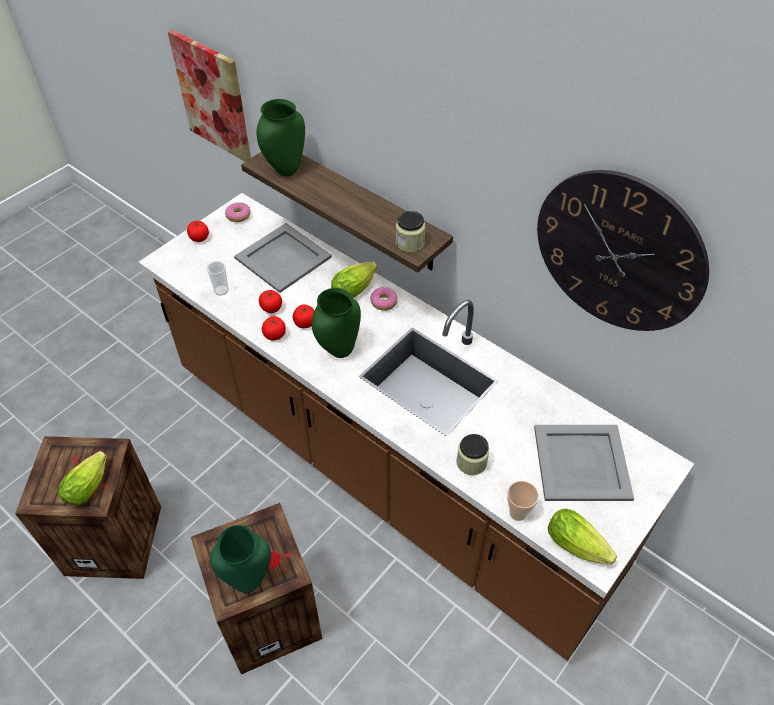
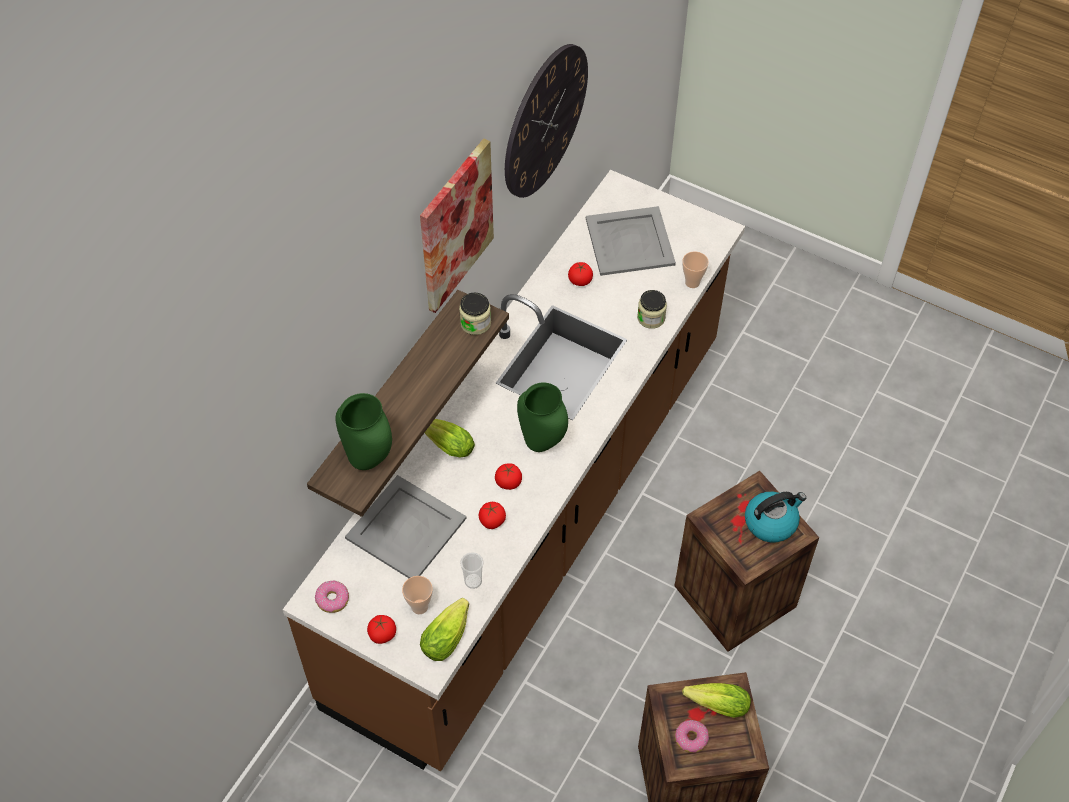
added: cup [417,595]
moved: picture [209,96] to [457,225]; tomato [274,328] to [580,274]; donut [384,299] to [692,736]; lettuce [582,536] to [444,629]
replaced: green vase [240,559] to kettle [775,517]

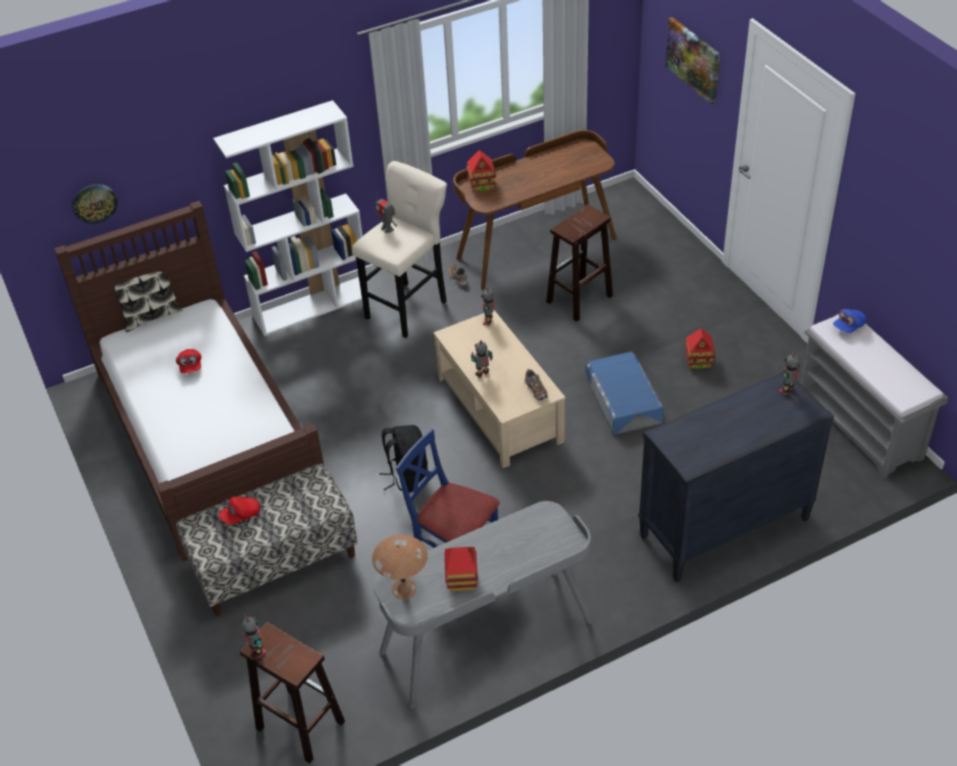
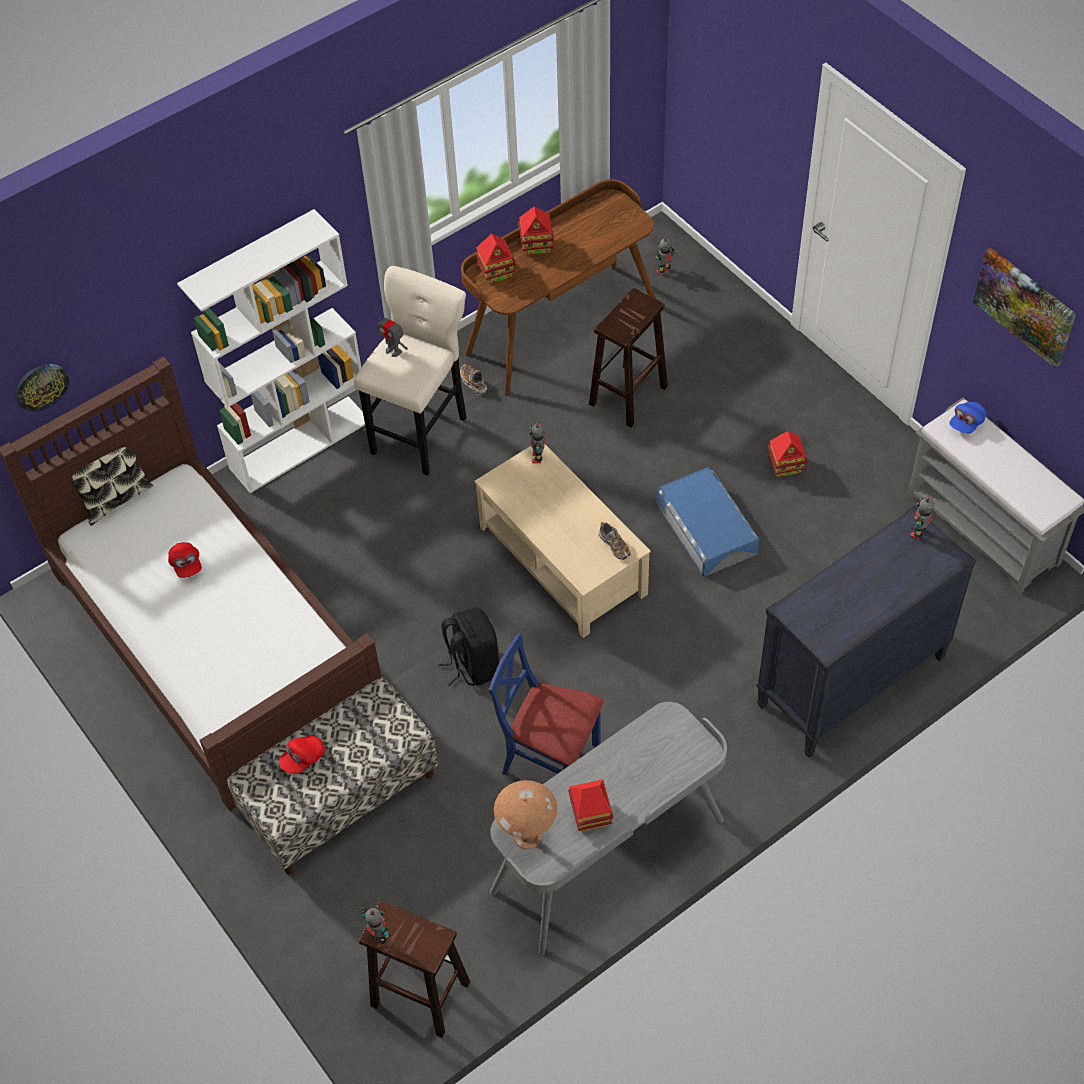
added: toy house [536,230]
moved: toy robot [482,359] to [665,256]; picture [692,60] to [1024,308]

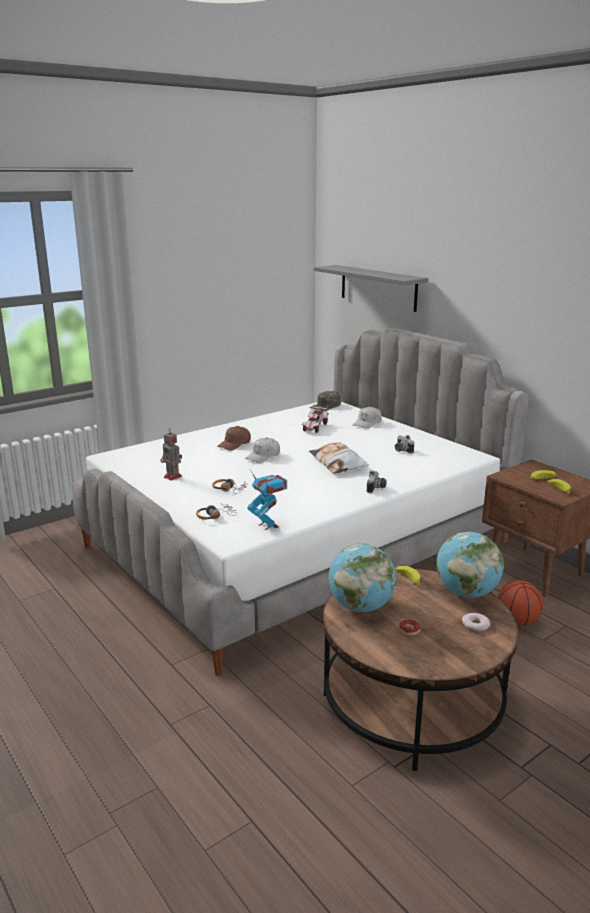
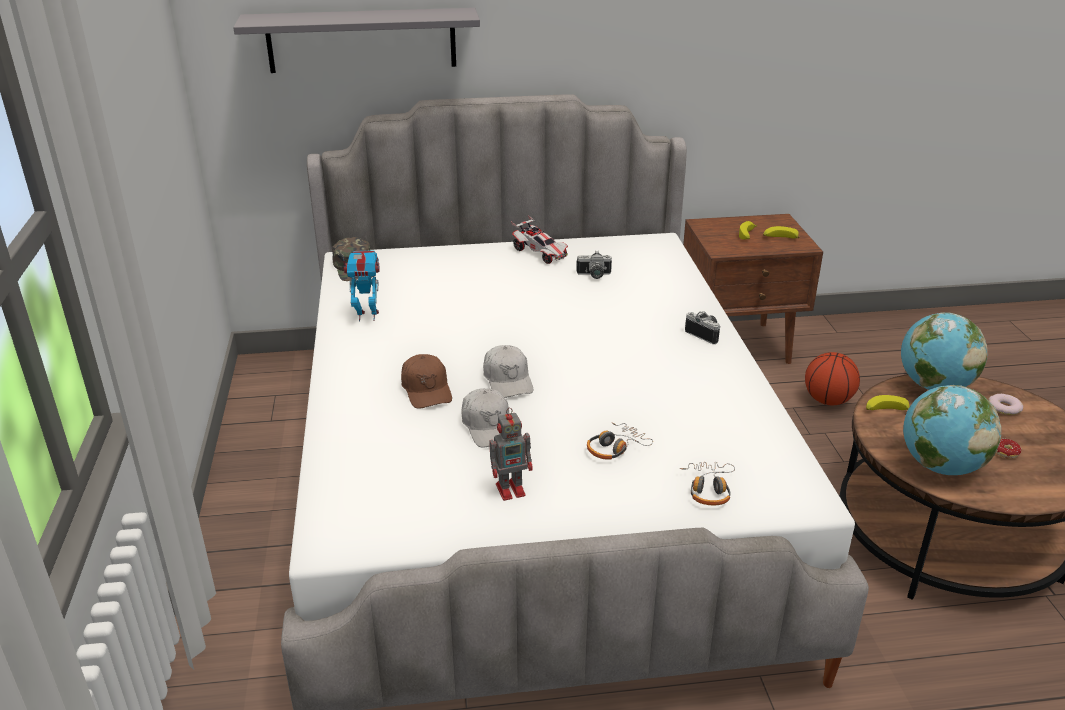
removed: pillow [339,458]
moved: toy robot [267,500] to [361,286]; toy car [315,419] to [539,239]; white cap [367,417] to [485,417]

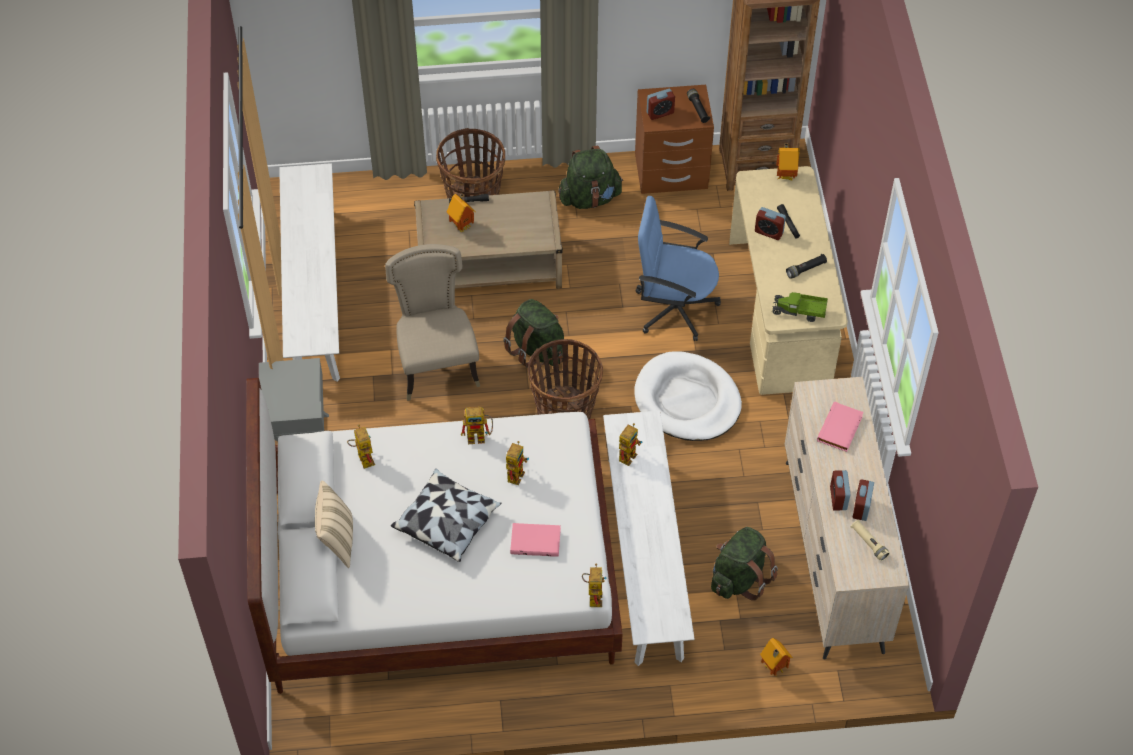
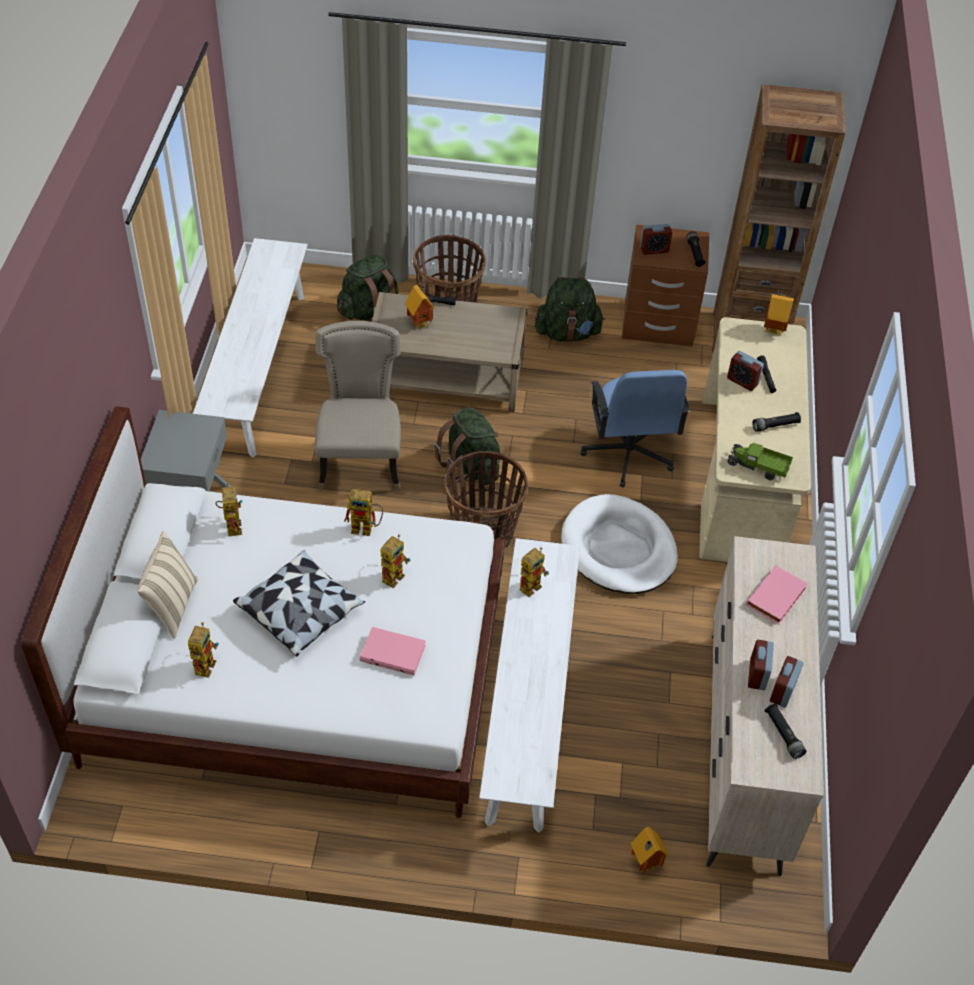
moved: toy robot [594,585] to [203,650]; green backpack [744,564] to [368,288]
recoloured: beige flashlight [870,540] to black flashlight [785,731]
turned: blue office chair [678,268] = [635,429] 120 degrees counterclockwise

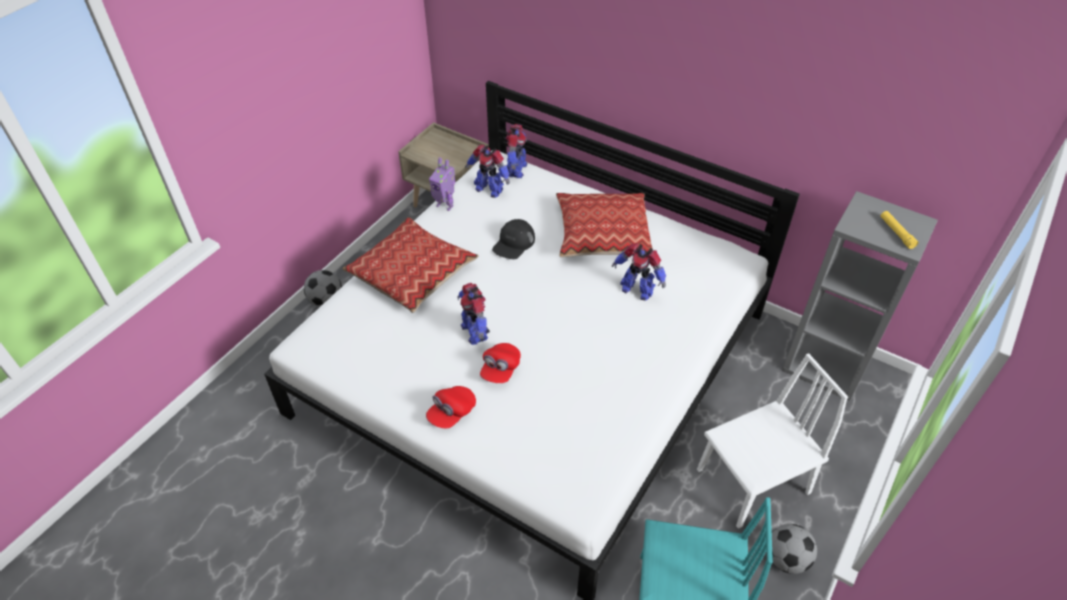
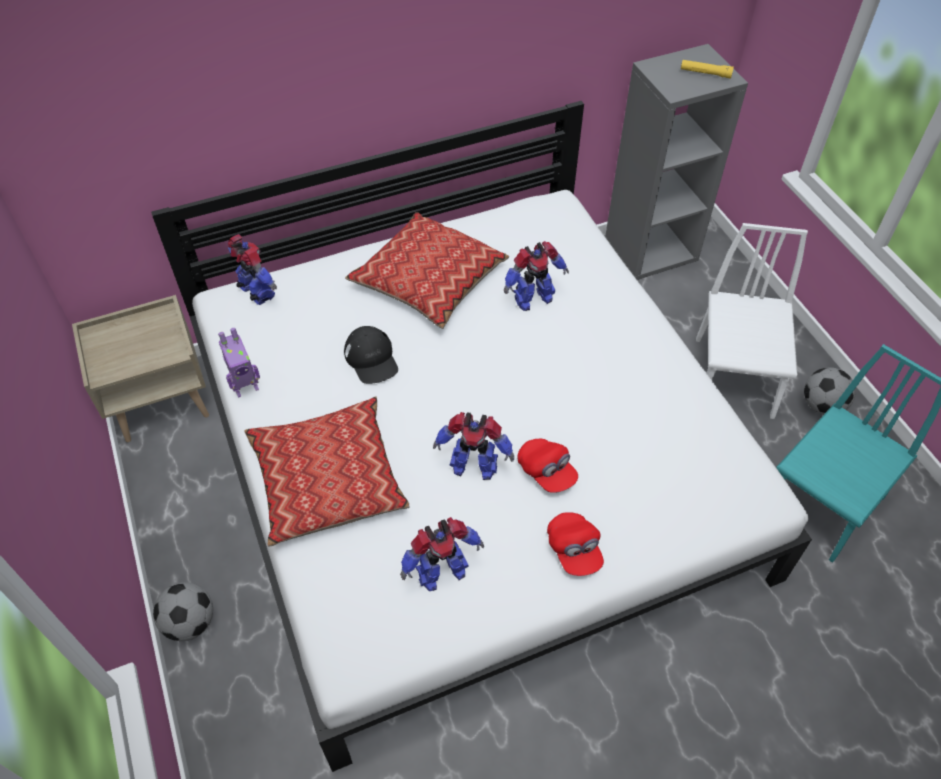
moved: toy robot [487,171] to [442,554]

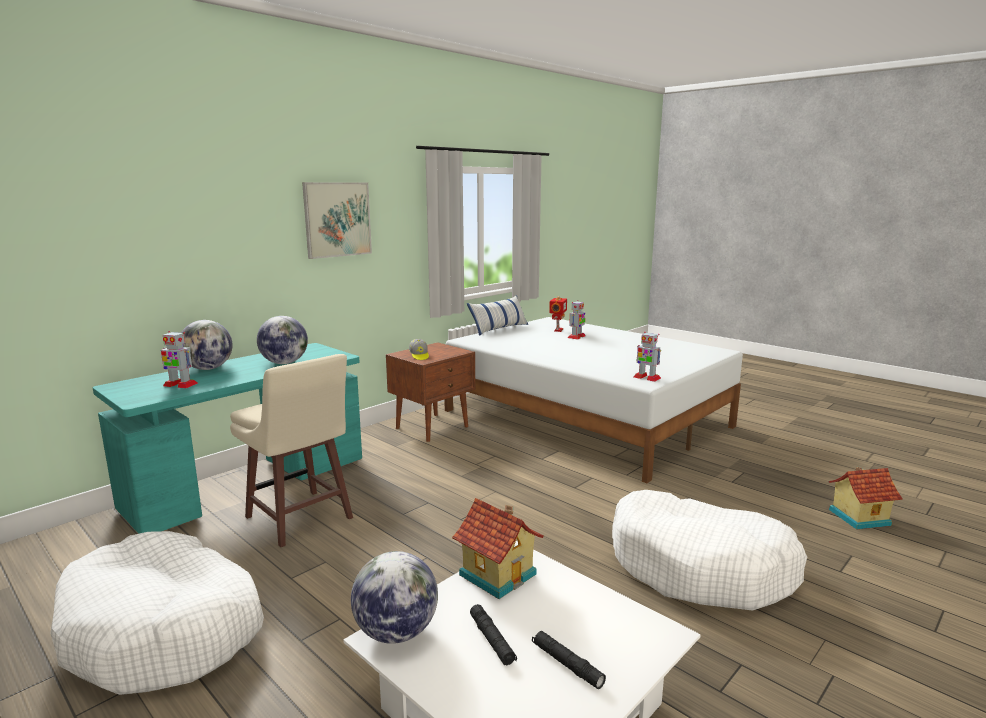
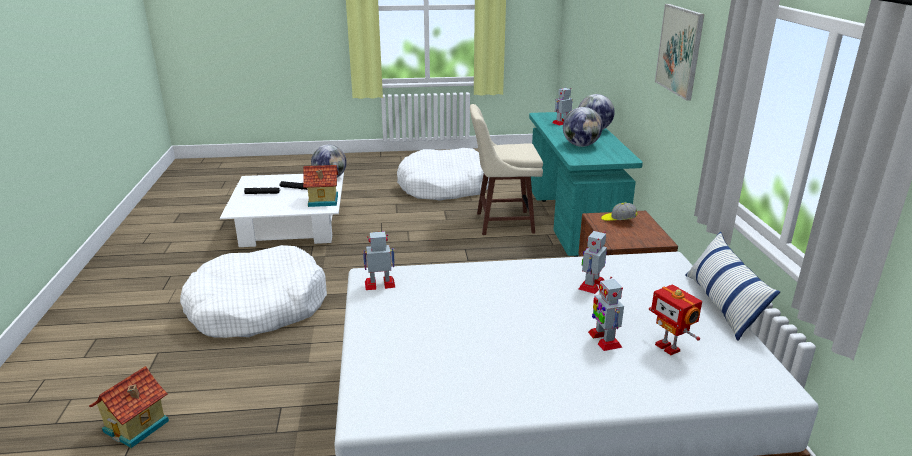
added: toy robot [593,262]

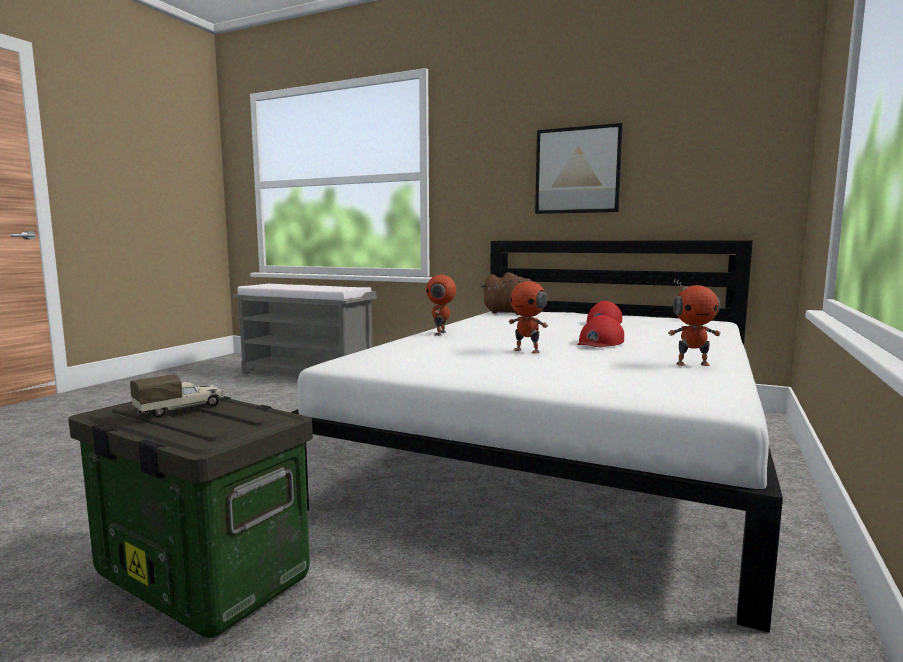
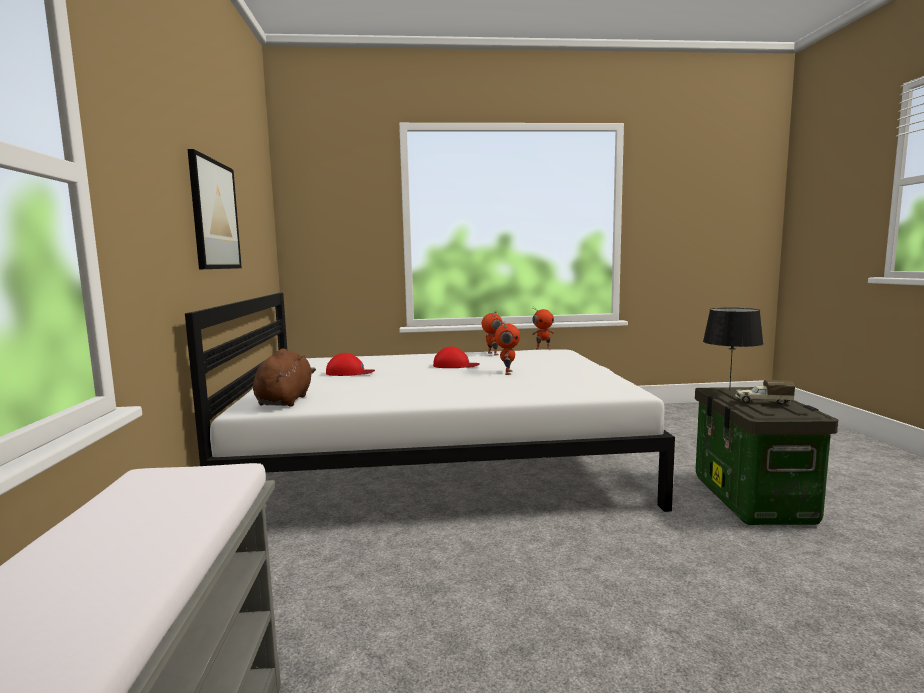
added: black table lamp [733,349]
moved: toy robot [441,303] to [543,328]

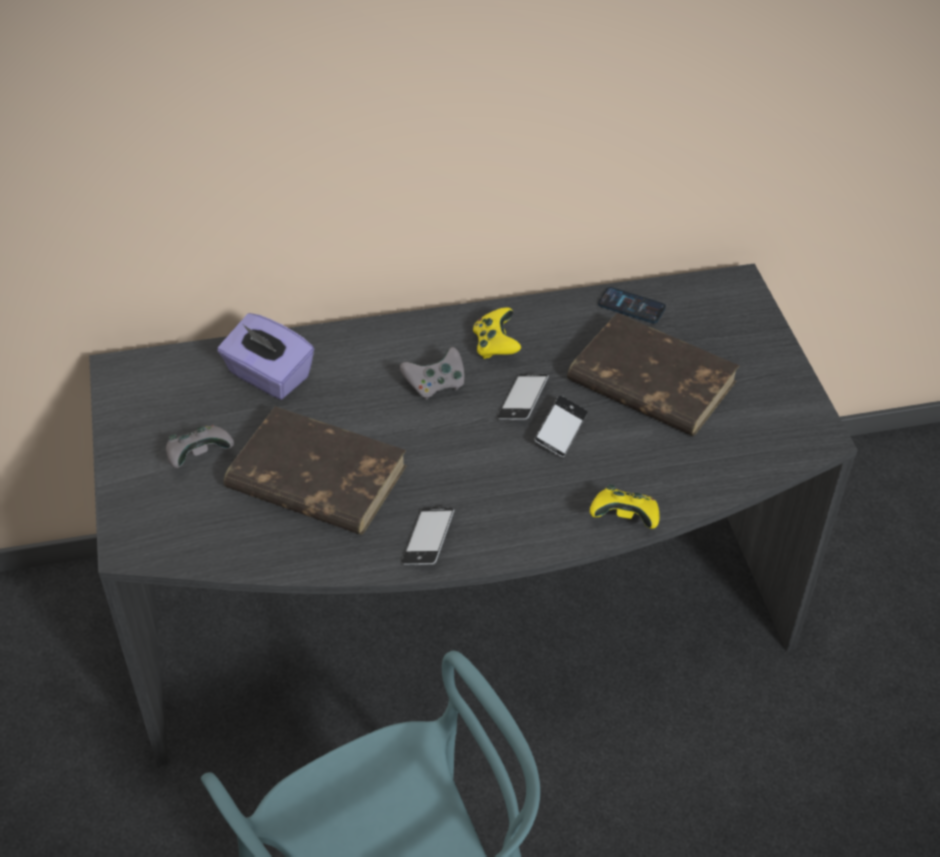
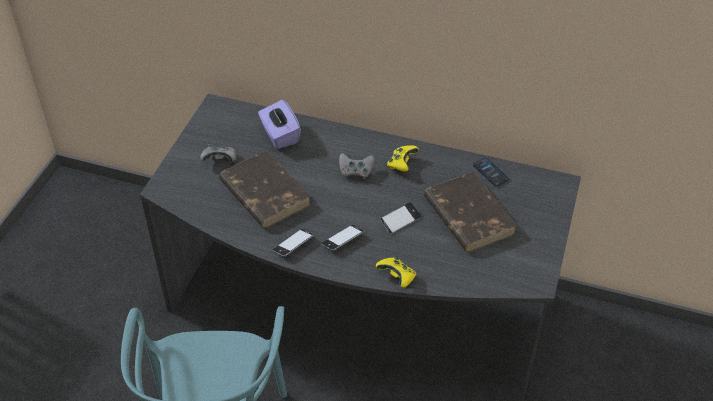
moved: phone [523,397] to [342,238]

